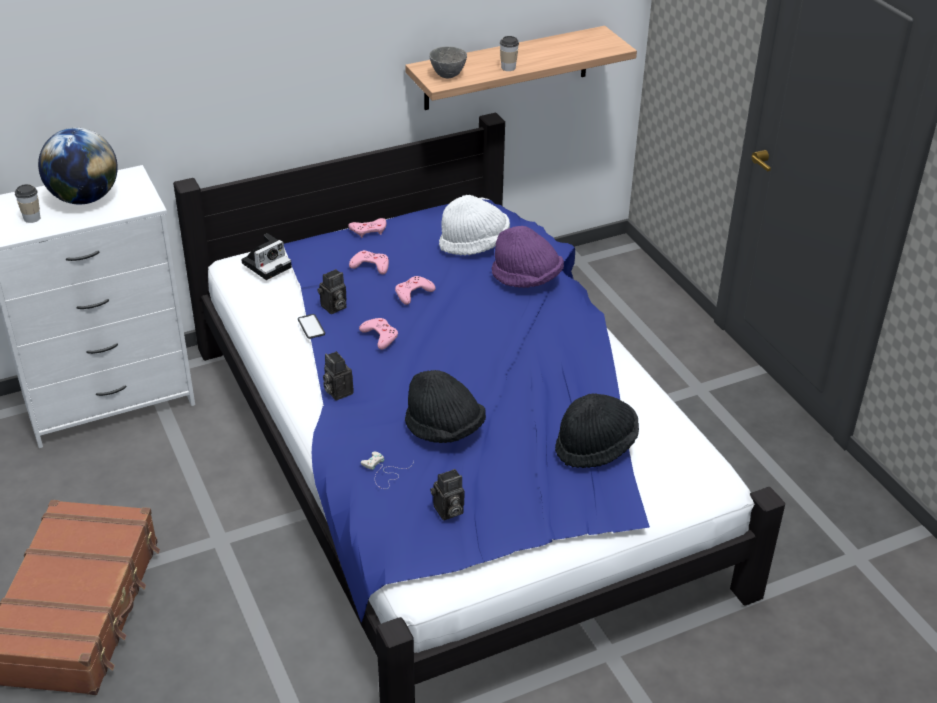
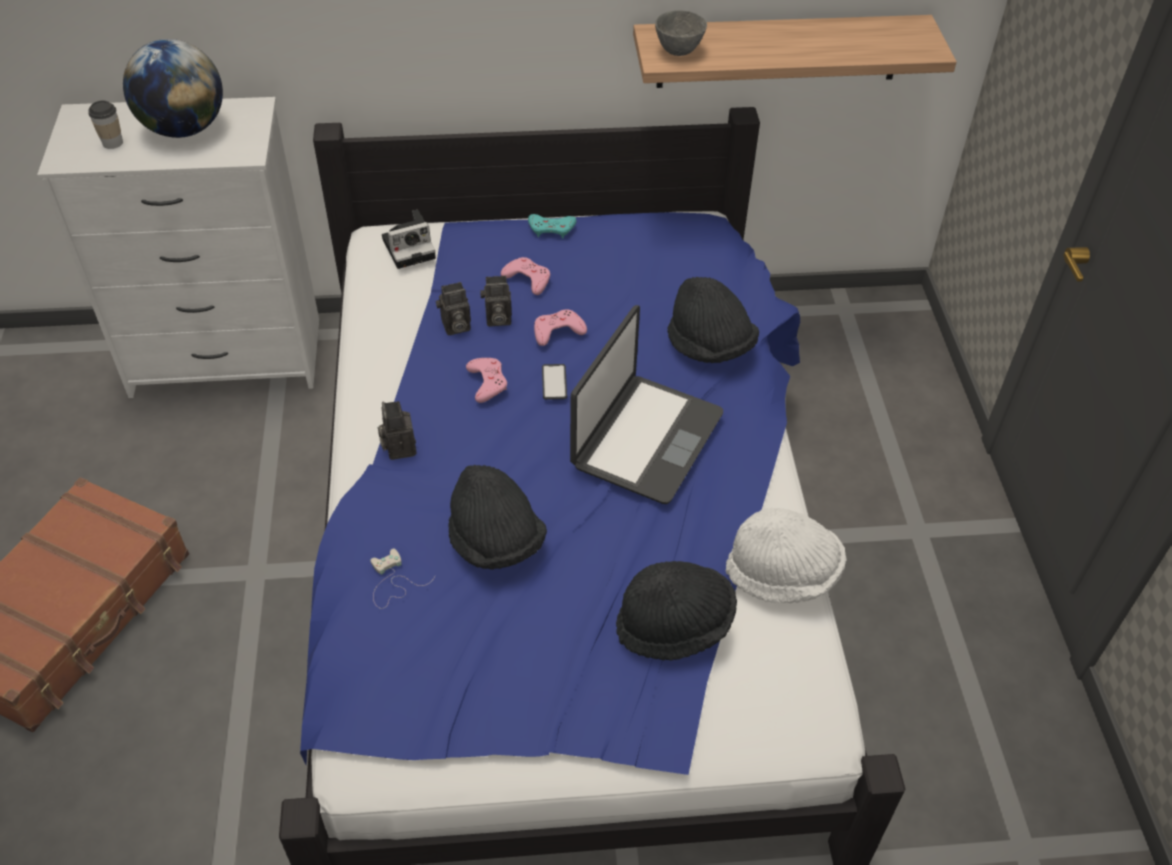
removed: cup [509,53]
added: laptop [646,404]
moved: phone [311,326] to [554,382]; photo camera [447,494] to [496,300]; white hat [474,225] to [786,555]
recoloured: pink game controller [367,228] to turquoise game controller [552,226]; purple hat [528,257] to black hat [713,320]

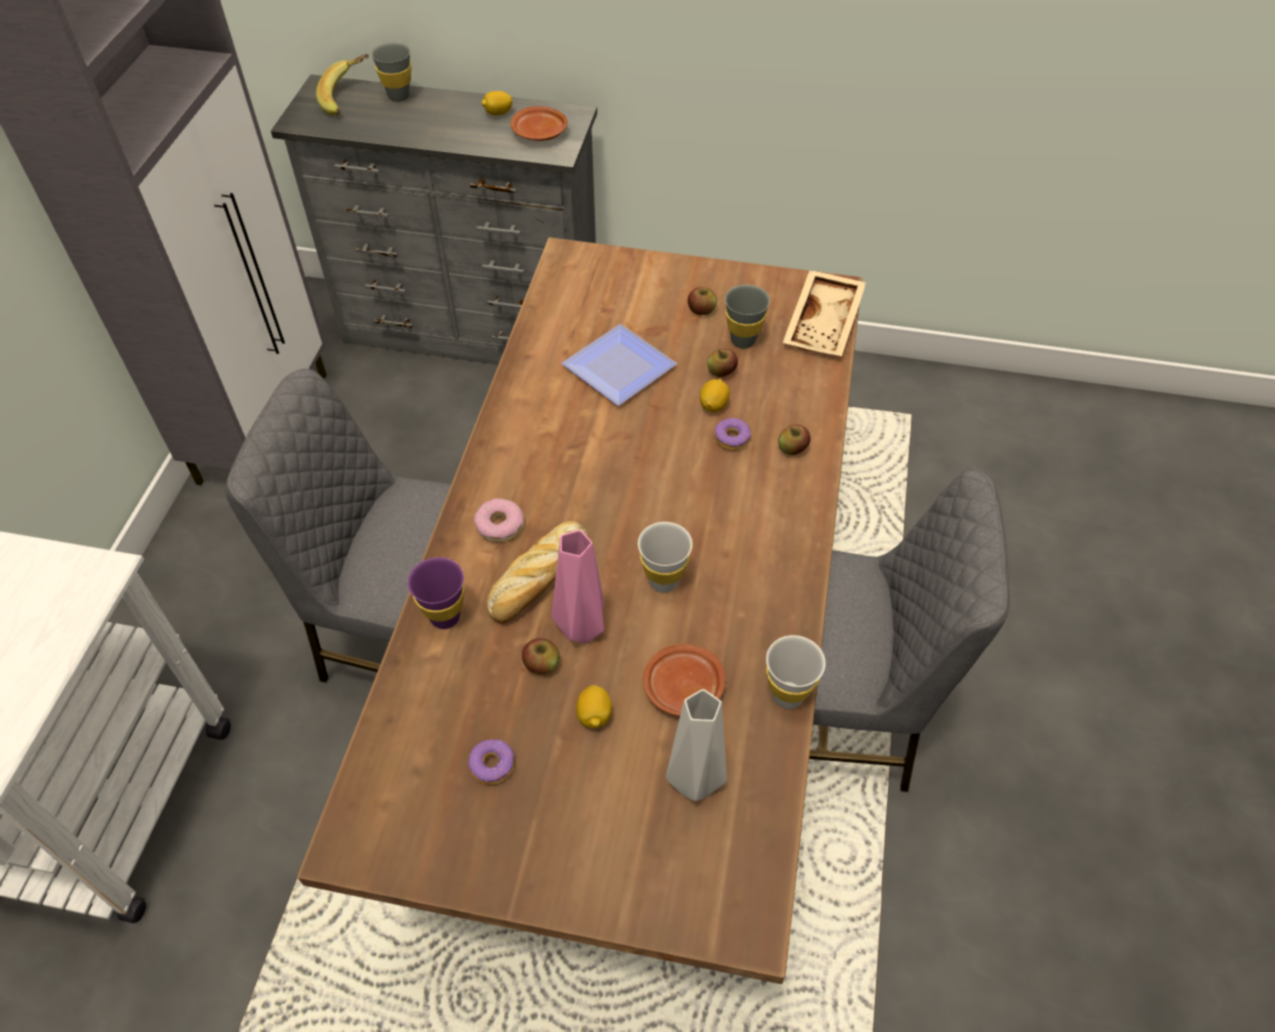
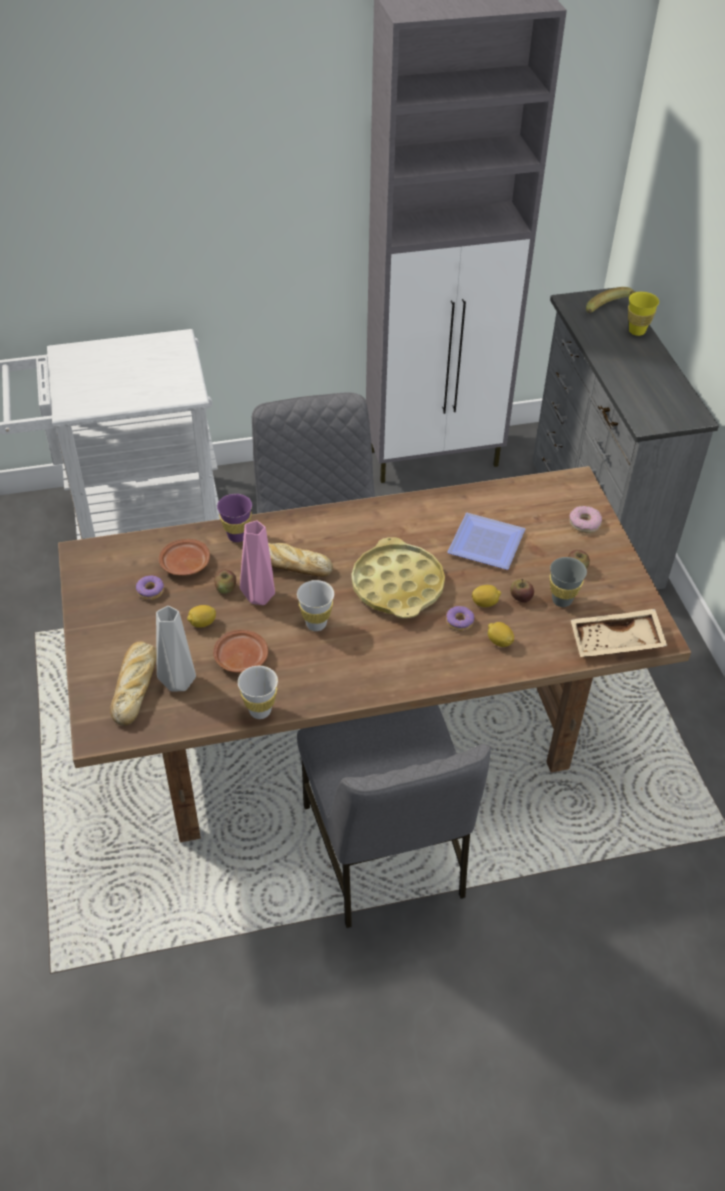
removed: apple [794,440]
added: bread [133,683]; yellow tray [398,577]
moved: donut [498,520] to [585,519]; lemon [497,103] to [501,634]; brown plate [539,123] to [184,557]
recoloured: grey cup [391,72] to yellow cup [643,314]

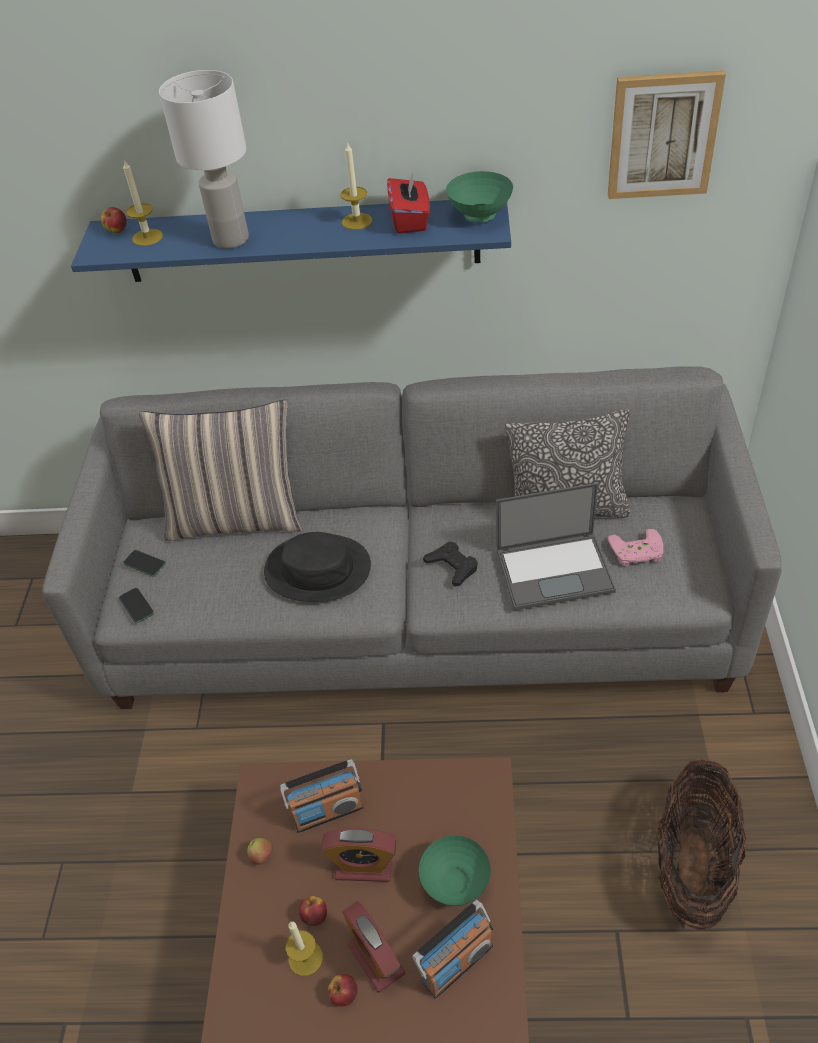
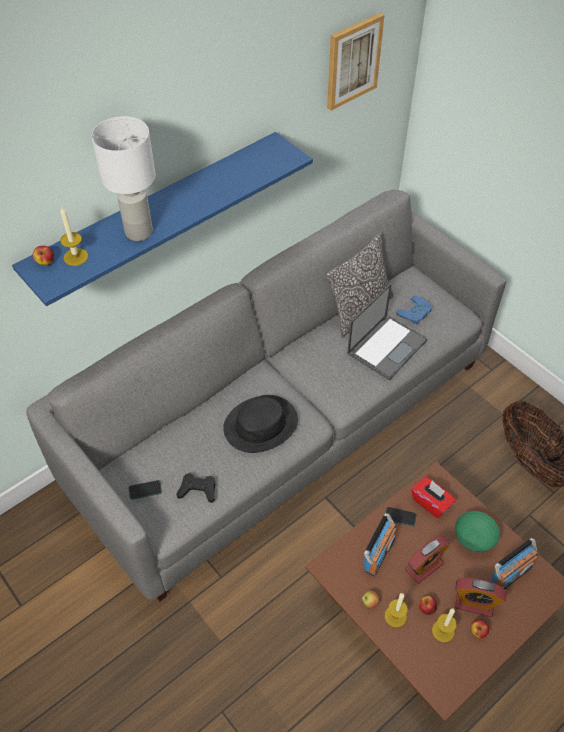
removed: pillow [221,470]; green bowl [479,197]
moved: phone [136,605] to [401,517]; candle [356,185] to [396,610]; red tissue box [408,203] to [434,497]; black game controller [450,564] to [196,488]
recoloured: pink game controller [635,547] to blue game controller [414,310]
turned: radio [452,949] = [514,563] 45 degrees clockwise

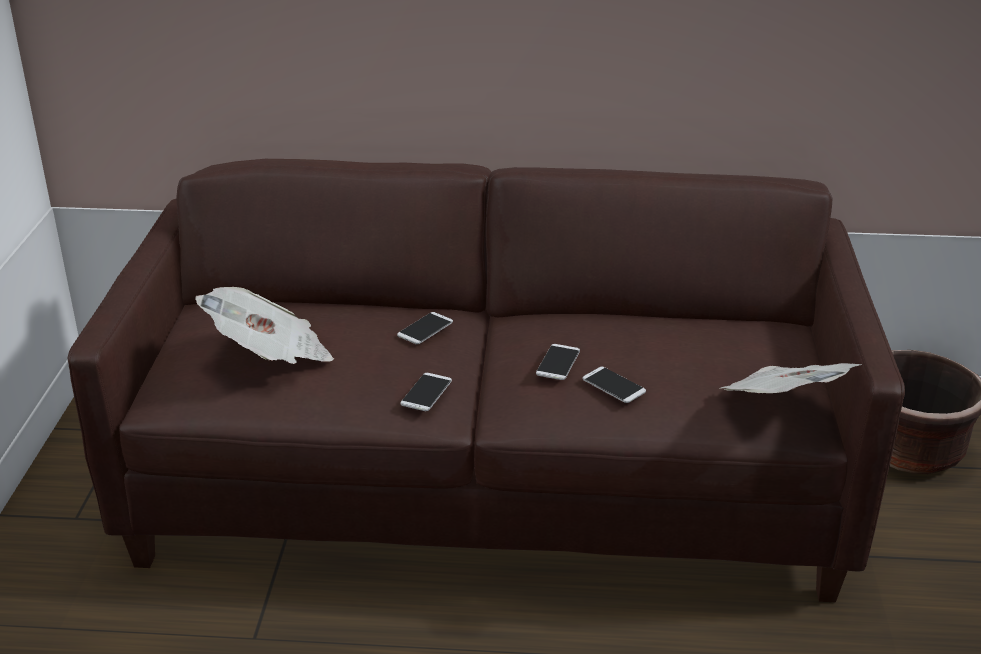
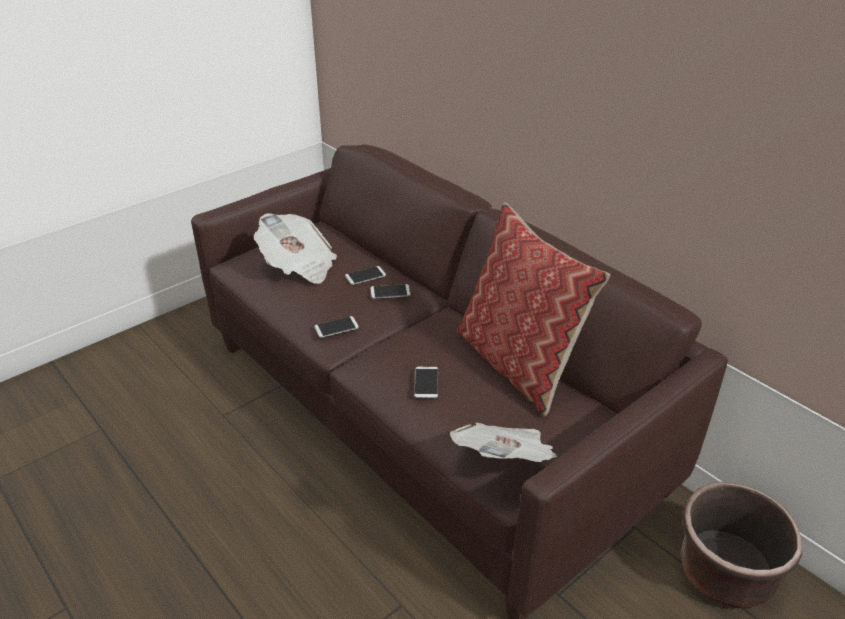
added: pillow [534,309]
moved: phone [558,362] to [365,275]

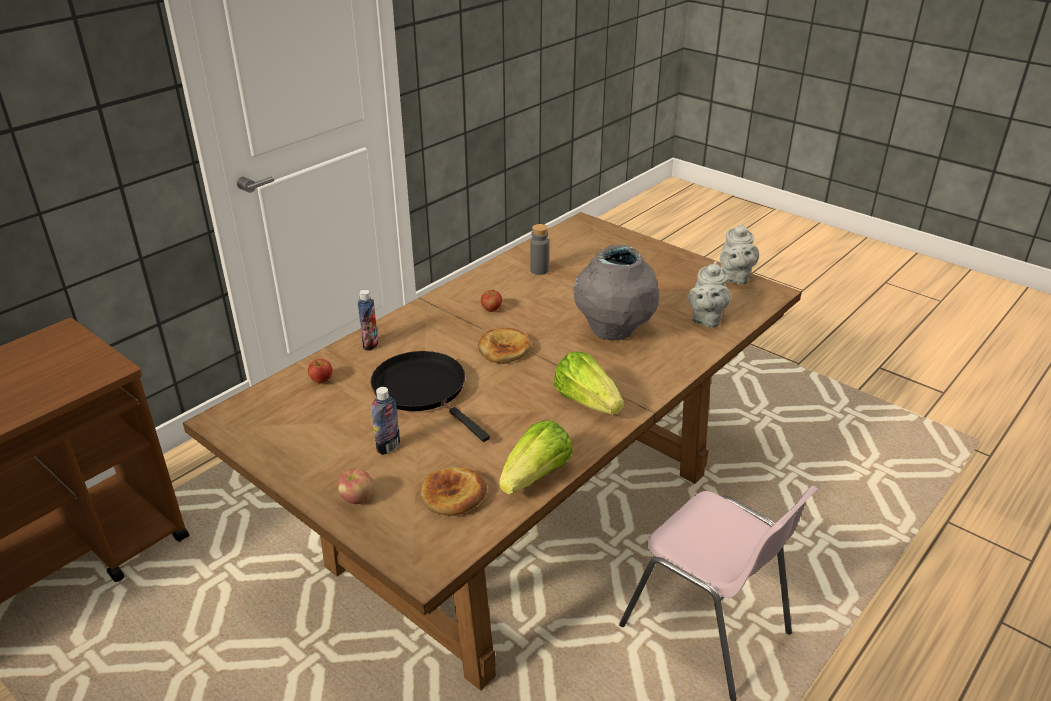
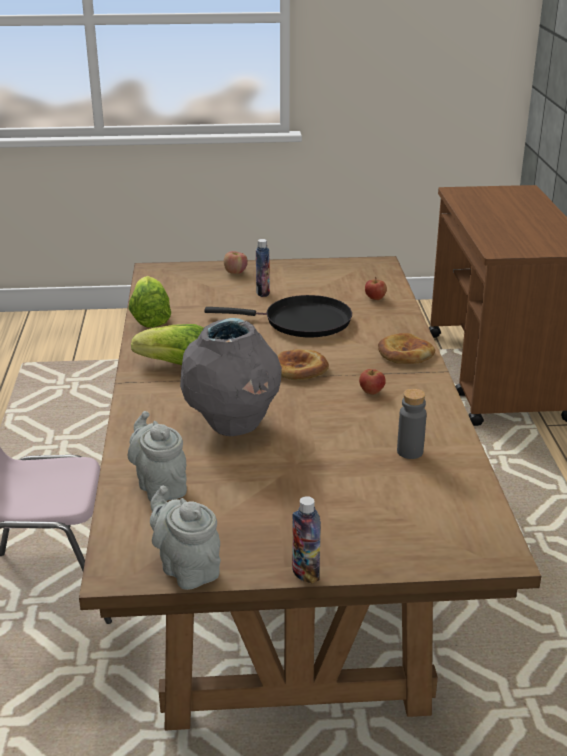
moved: bottle [368,320] to [306,540]; bread [453,491] to [406,348]

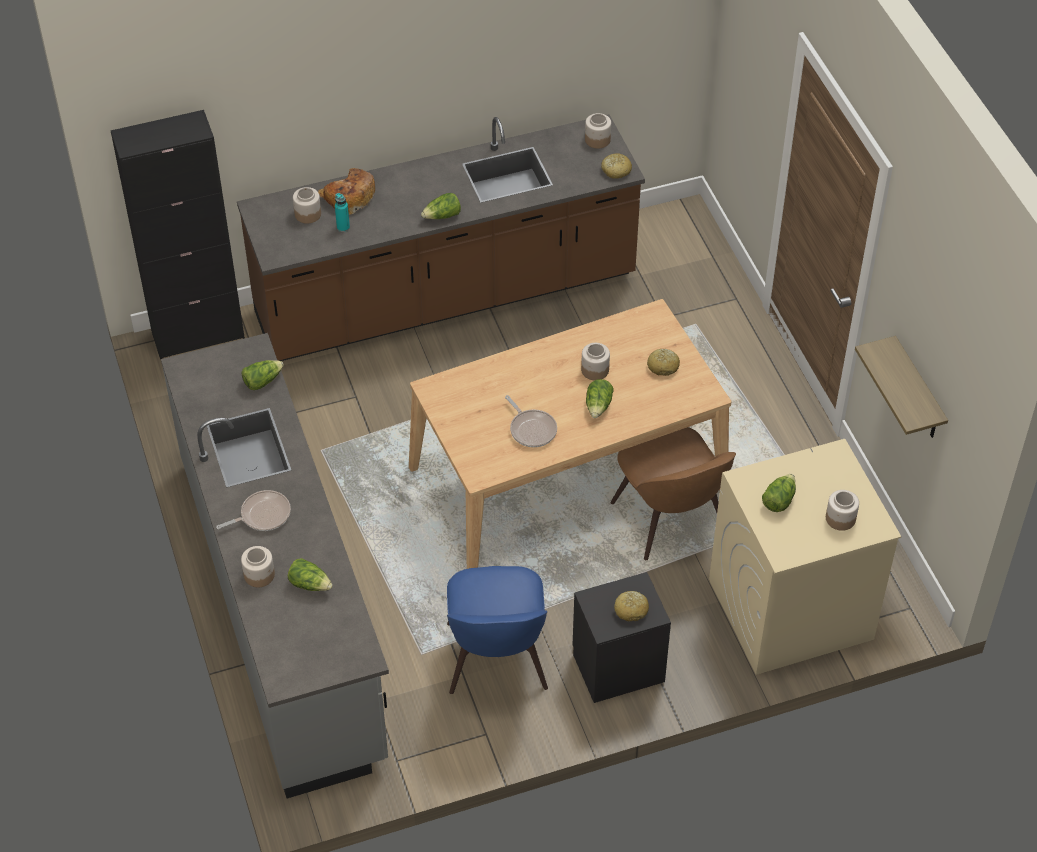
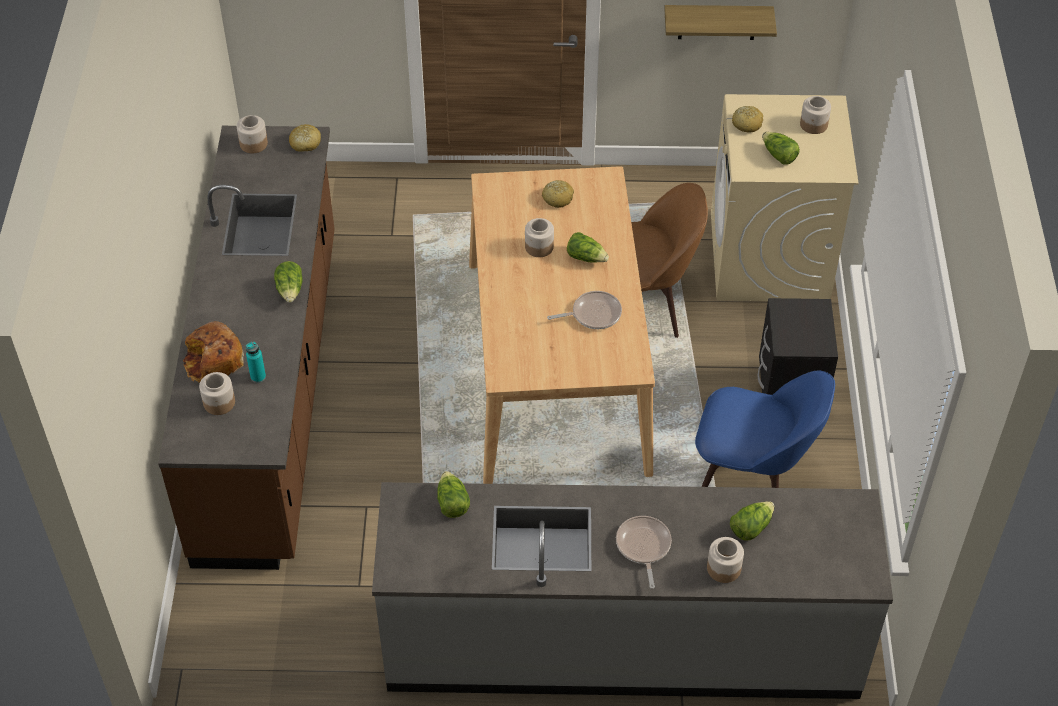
removed: black cabinet [178,234]
moved: bread [631,606] to [747,119]

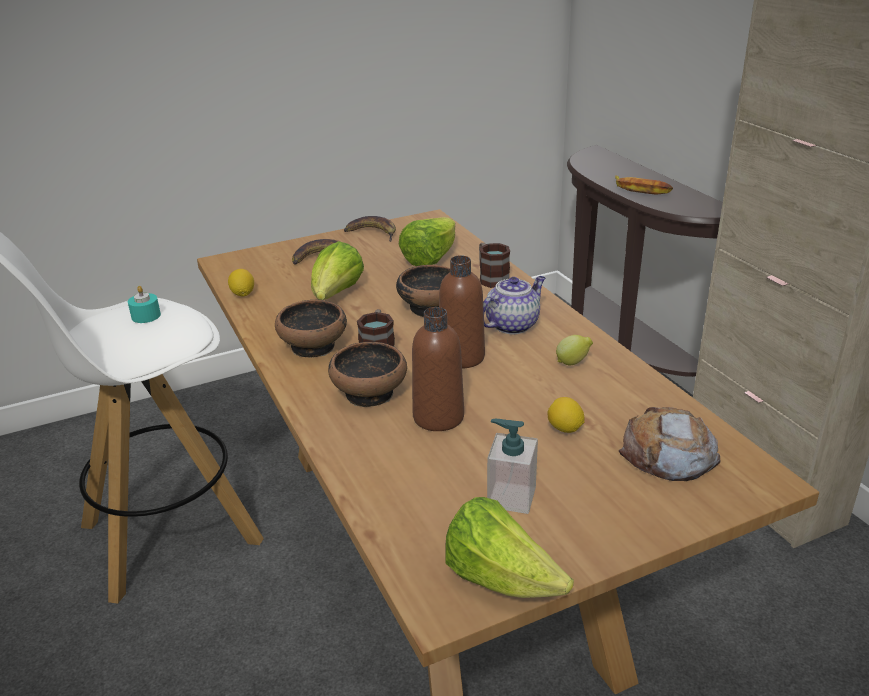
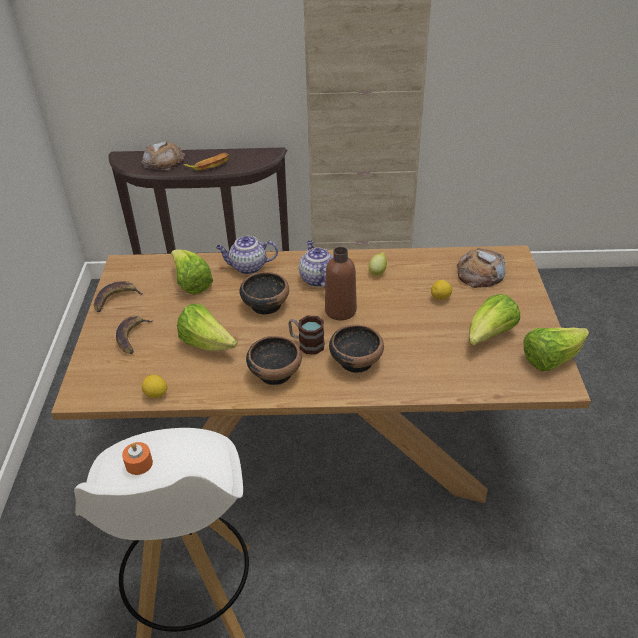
removed: brown bottle [438,369]
added: bread [163,155]
replaced: mug [494,265] to teapot [247,255]; soap dispenser [512,466] to lettuce [494,319]
recoloured: turquoise candle [144,304] to orange candle [137,458]

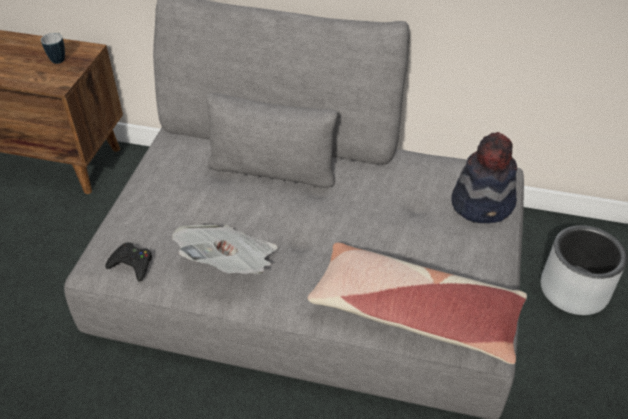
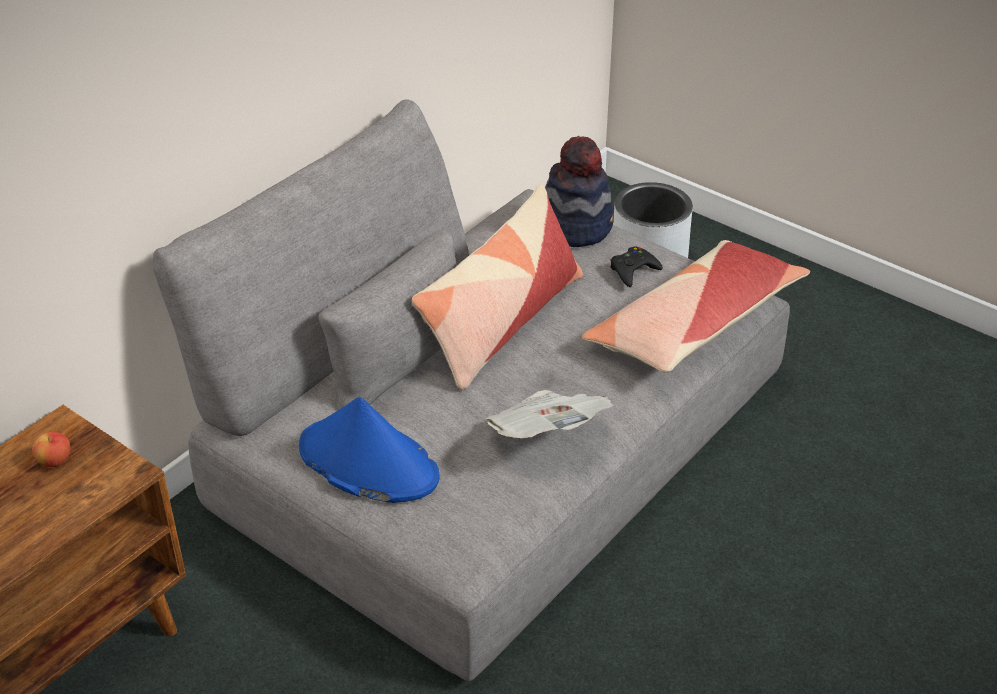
added: blue hat [369,450]; pillow [497,287]
moved: black game controller [129,262] to [636,266]
replaced: mug [53,48] to apple [51,449]

